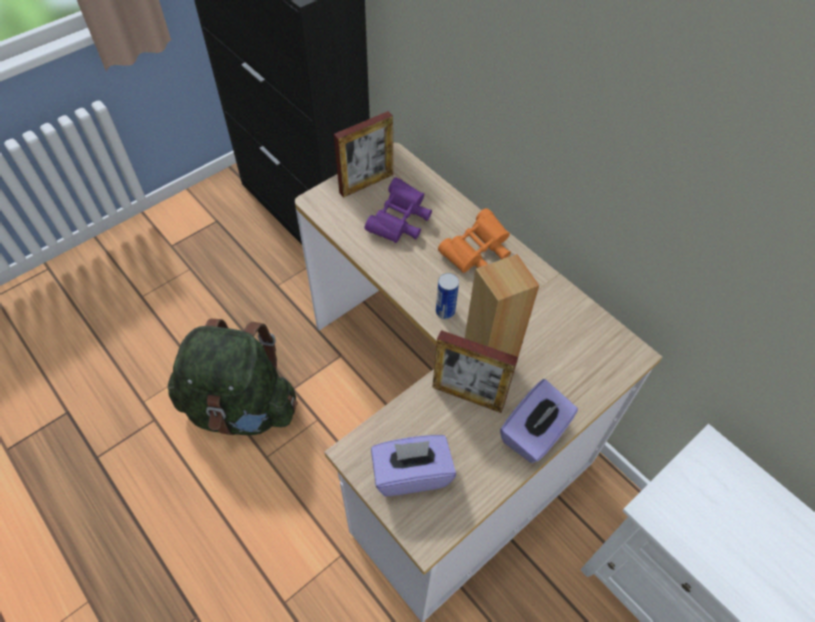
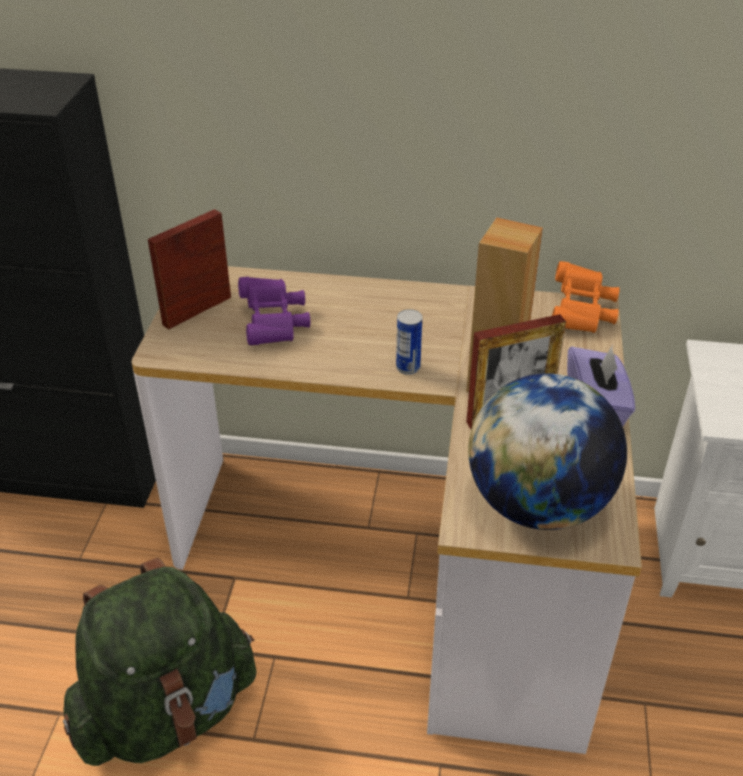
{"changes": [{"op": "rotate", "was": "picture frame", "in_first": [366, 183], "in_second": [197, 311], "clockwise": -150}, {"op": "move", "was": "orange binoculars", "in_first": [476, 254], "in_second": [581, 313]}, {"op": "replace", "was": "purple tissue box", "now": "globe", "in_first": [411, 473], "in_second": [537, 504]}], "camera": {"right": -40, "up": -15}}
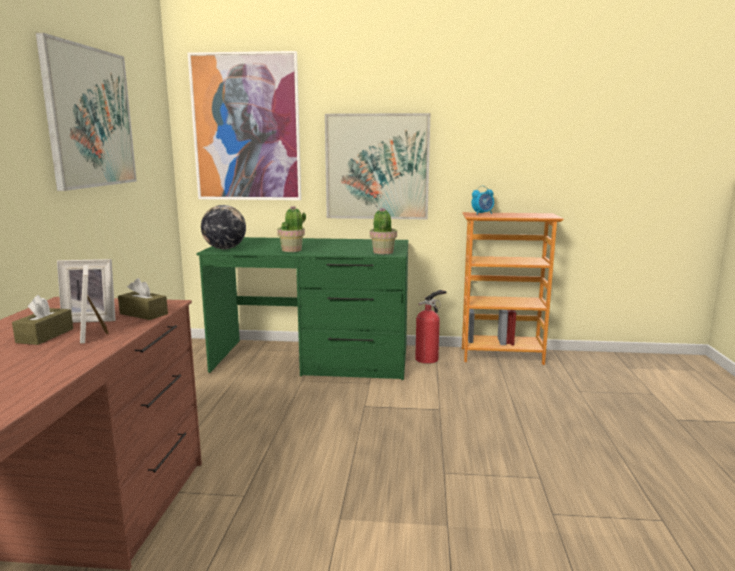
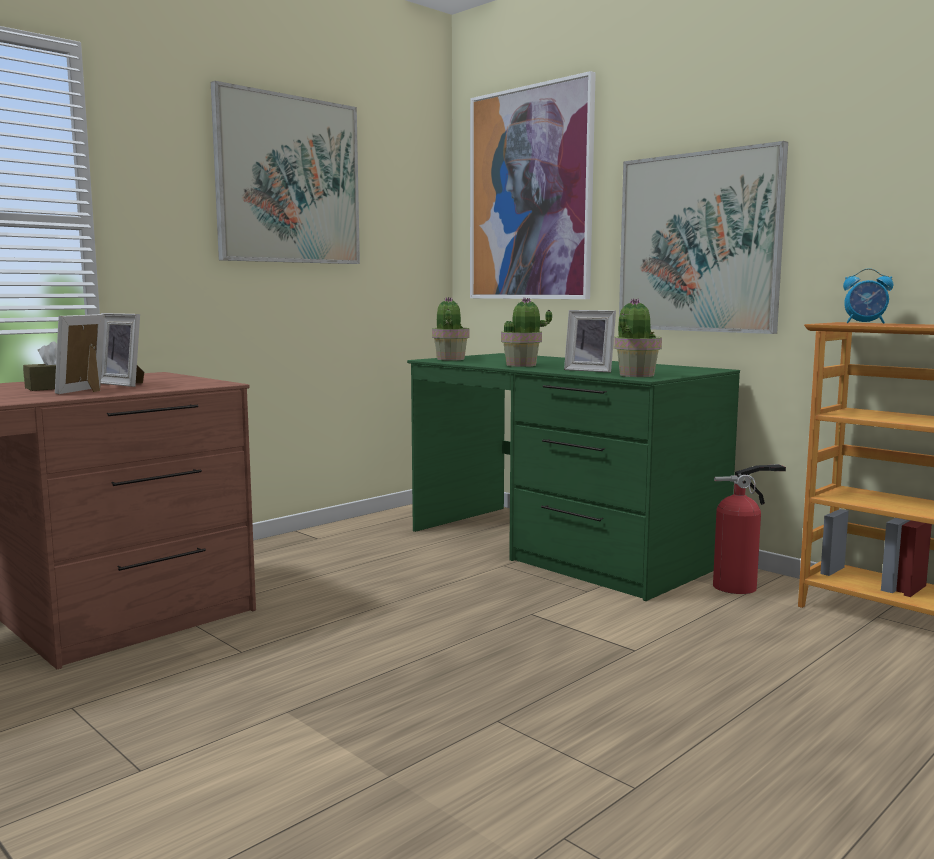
{"changes": [{"op": "replace", "was": "globe", "now": "potted plant", "in_first": [224, 248], "in_second": [450, 359]}, {"op": "delete", "was": "brown tissue box", "in_first": [143, 314]}, {"op": "insert", "now": "picture frame", "in_second": [590, 370]}], "camera": {"right": 40, "up": -5}}
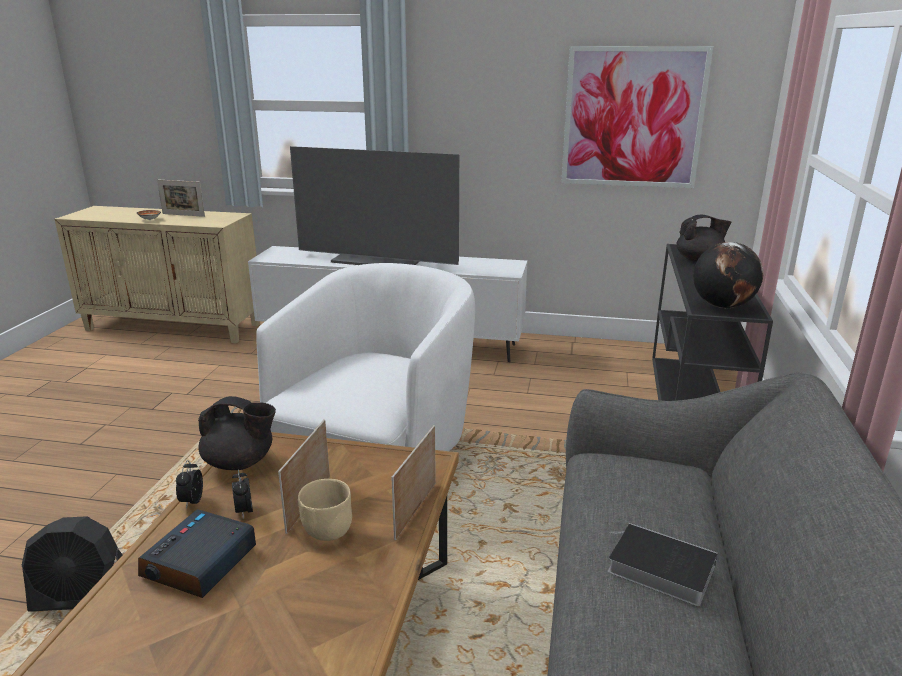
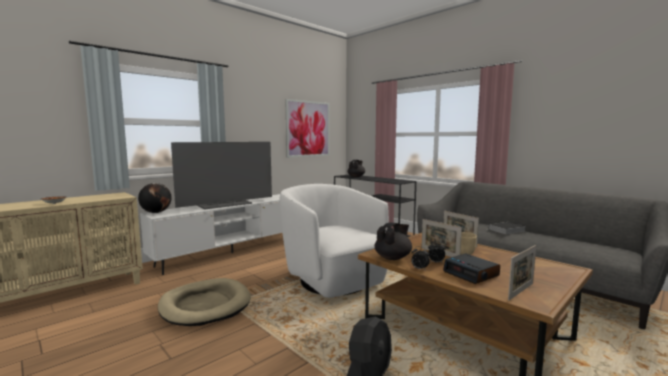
{"changes": [{"op": "move", "was": "picture frame", "in_first": [183, 215], "in_second": [521, 291]}, {"op": "move", "was": "globe", "in_first": [722, 306], "in_second": [156, 212]}, {"op": "insert", "now": "beige dog bed", "in_second": [205, 305]}], "camera": {"right": -55, "up": -15}}
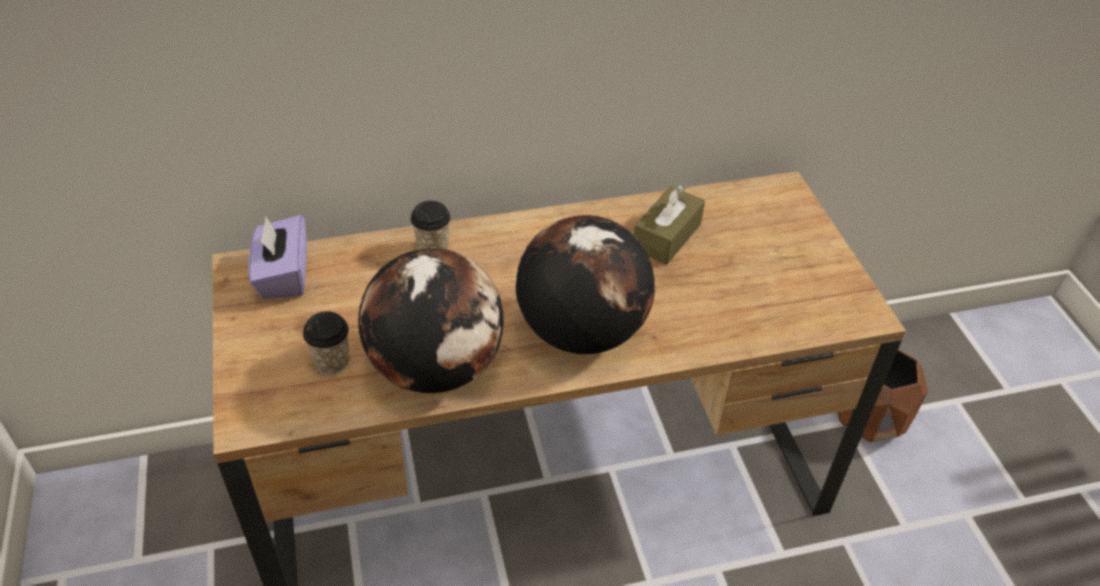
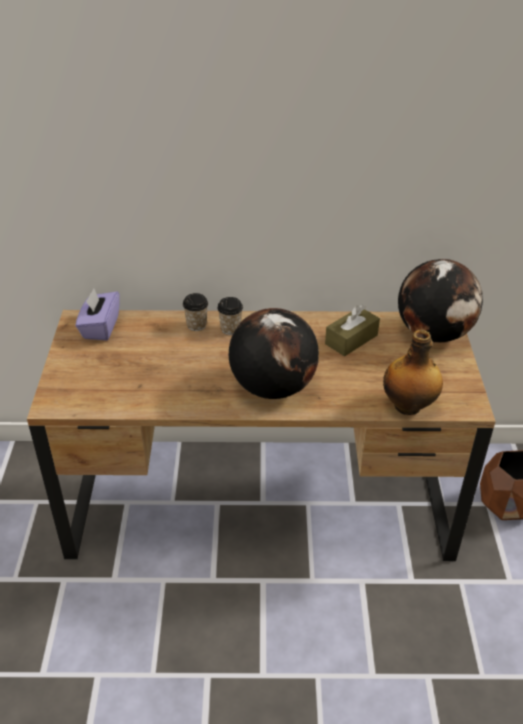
{"changes": [{"op": "move", "was": "globe", "in_first": [436, 367], "in_second": [433, 333]}, {"op": "move", "was": "cup", "in_first": [332, 362], "in_second": [230, 329]}, {"op": "insert", "now": "bottle", "in_second": [408, 406]}], "camera": {"right": 15, "up": -5}}
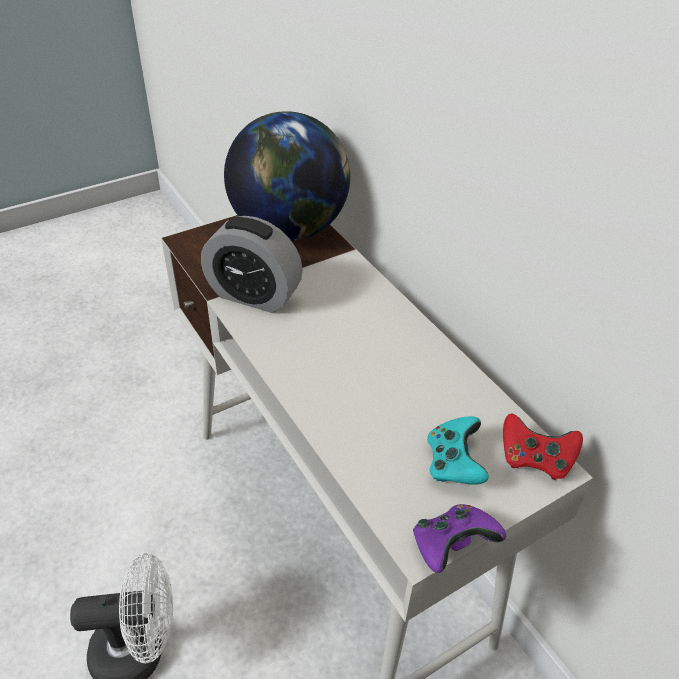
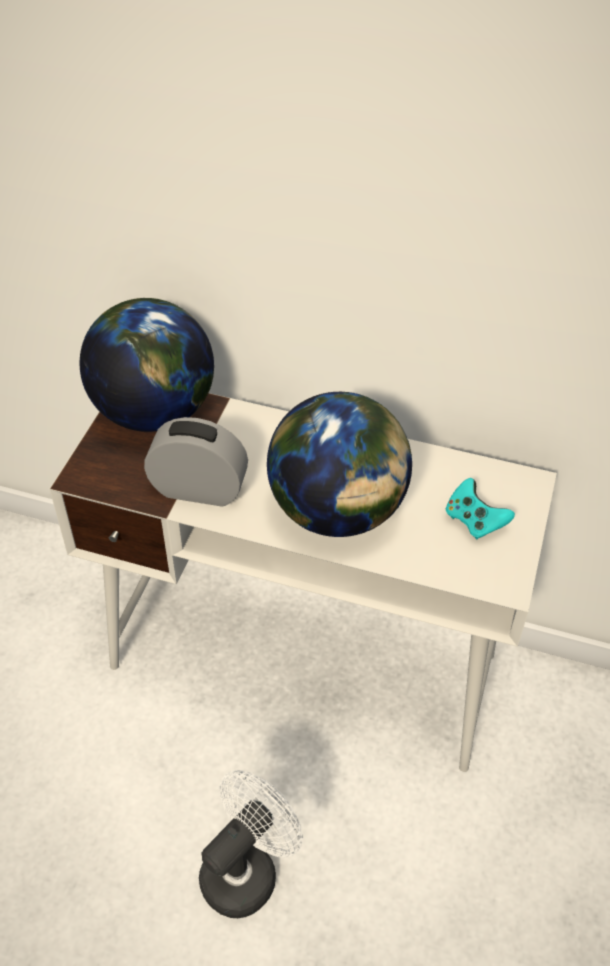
{"changes": [{"op": "rotate", "was": "alarm clock", "in_first": [253, 295], "in_second": [199, 489], "clockwise": -150}, {"op": "delete", "was": "red game controller", "in_first": [534, 459]}, {"op": "delete", "was": "purple game controller", "in_first": [451, 546]}, {"op": "insert", "now": "globe", "in_second": [338, 511]}], "camera": {"right": -40, "up": 5}}
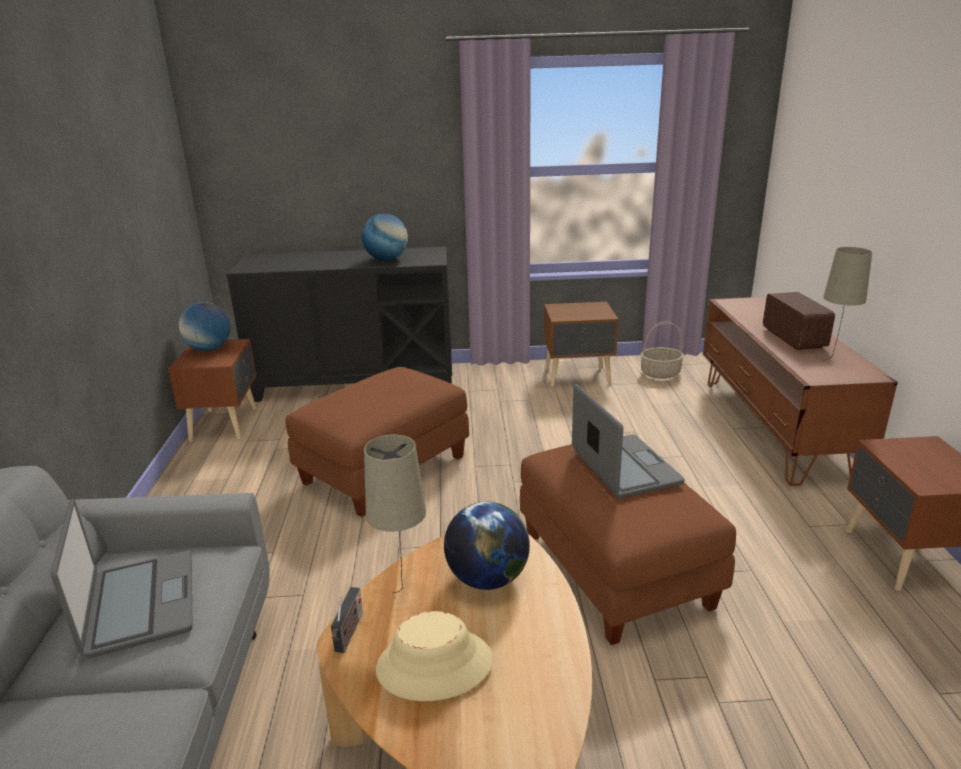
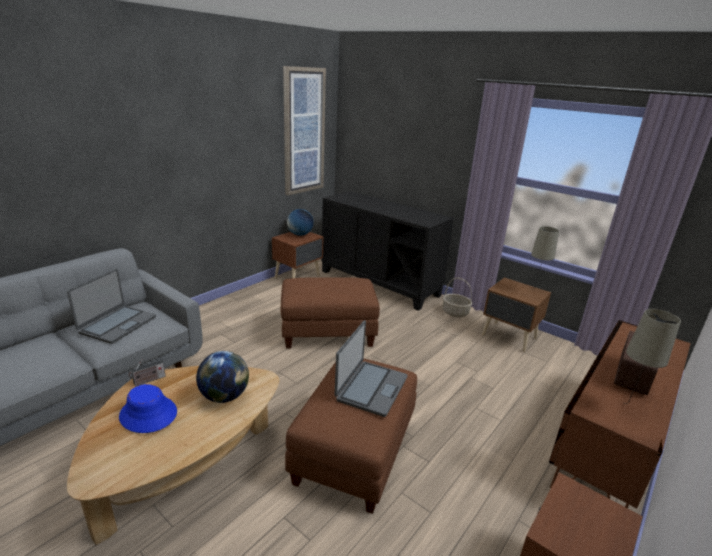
{"changes": [{"op": "delete", "was": "globe", "in_first": [386, 259]}, {"op": "move", "was": "basket", "in_first": [660, 373], "in_second": [455, 312]}, {"op": "move", "was": "beige table lamp", "in_first": [404, 598], "in_second": [534, 291]}, {"op": "recolor", "was": "beige hat", "now": "blue hat", "in_first": [434, 665], "in_second": [148, 414]}, {"op": "insert", "now": "picture", "in_second": [303, 132]}], "camera": {"right": 40, "up": 0}}
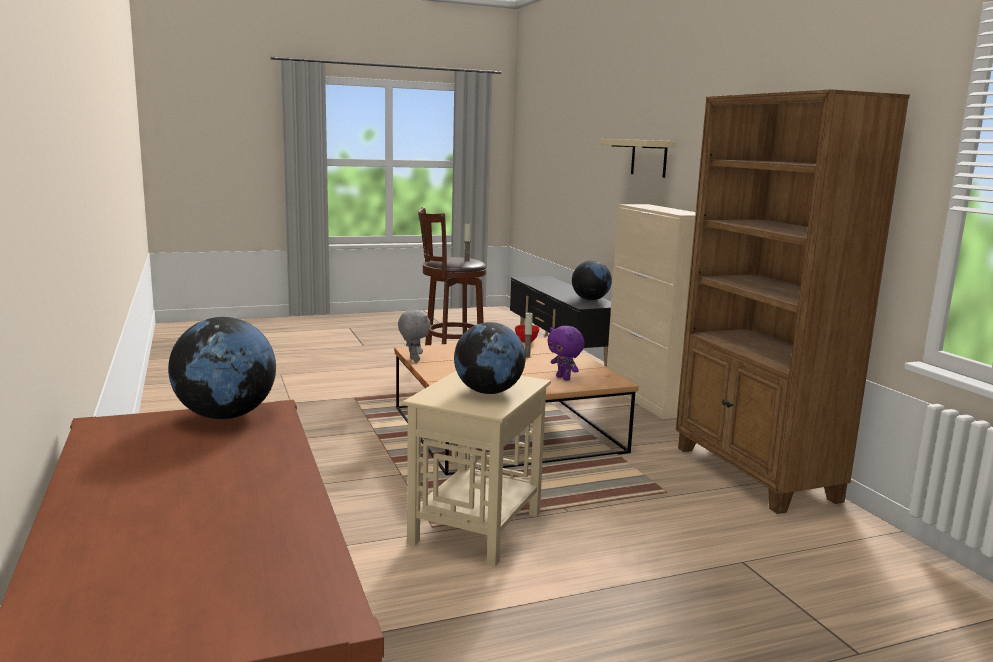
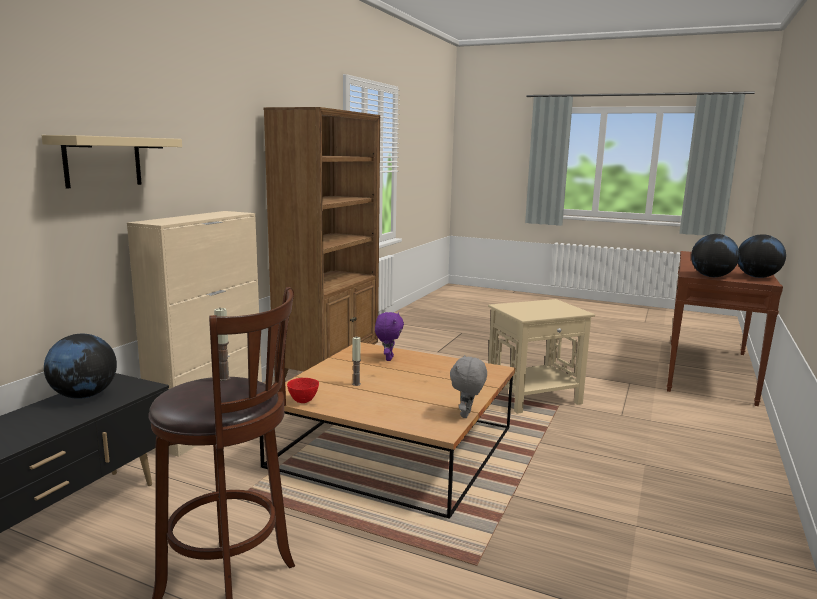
{"changes": [{"op": "move", "was": "globe", "in_first": [488, 392], "in_second": [757, 277]}], "camera": {"right": -135, "up": 0}}
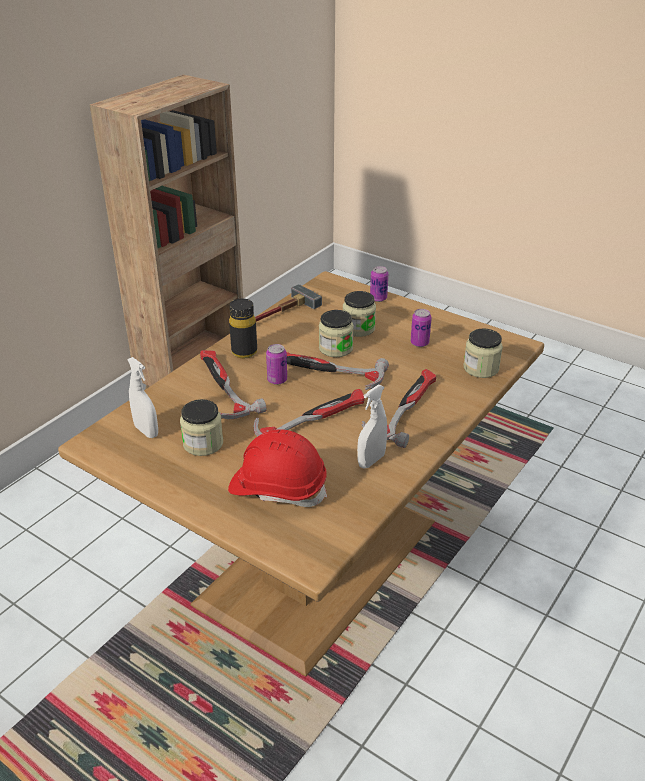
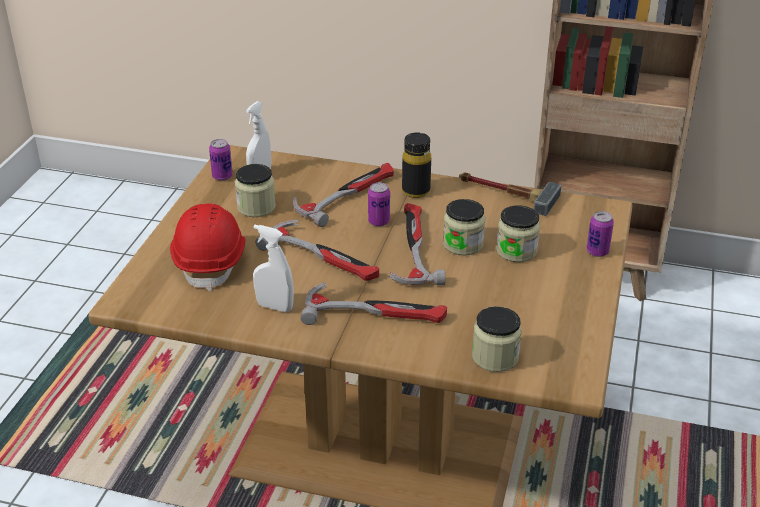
{"changes": [{"op": "move", "was": "can", "in_first": [419, 343], "in_second": [222, 176]}], "camera": {"right": 70, "up": 0}}
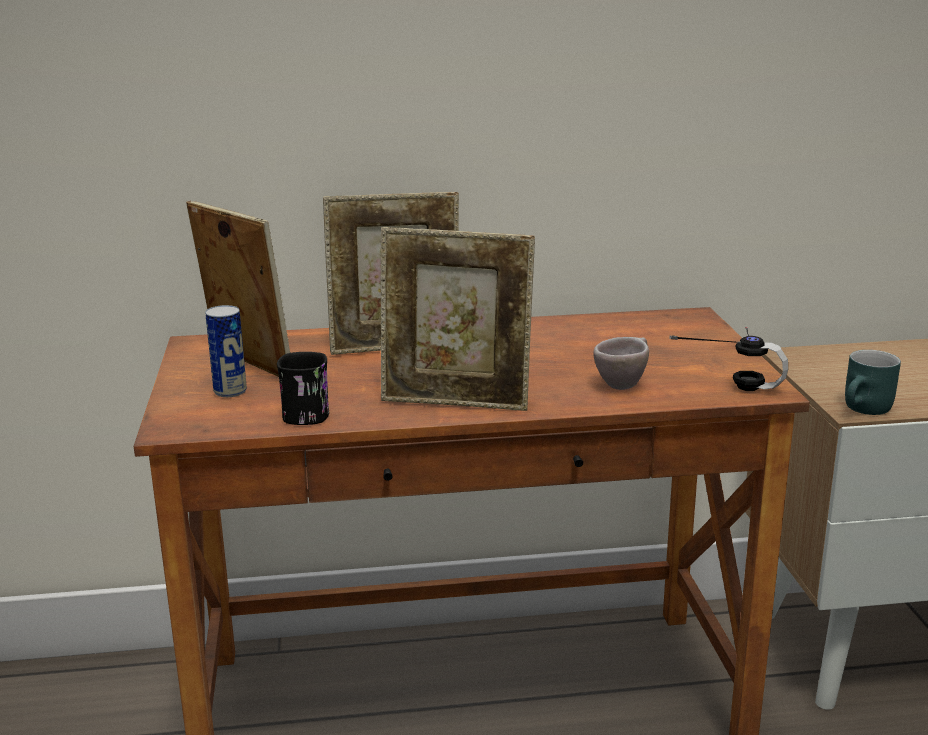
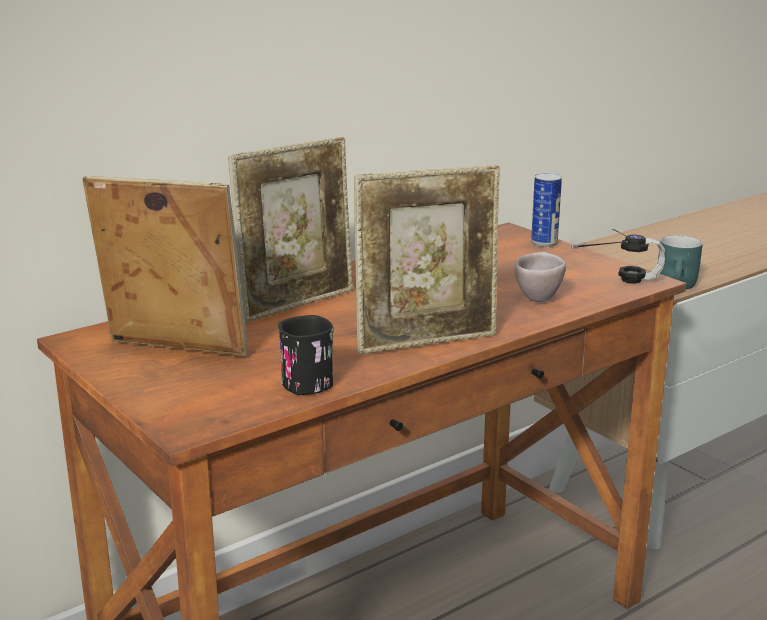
{"changes": [{"op": "move", "was": "can", "in_first": [230, 391], "in_second": [544, 243]}], "camera": {"right": -30, "up": 0}}
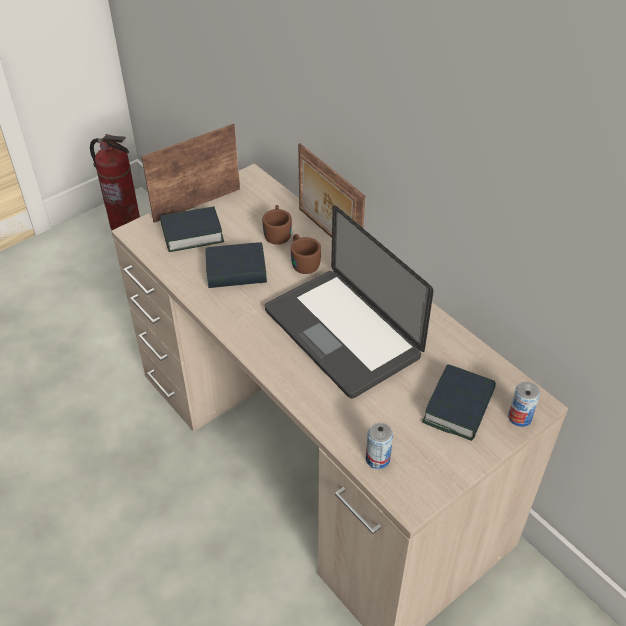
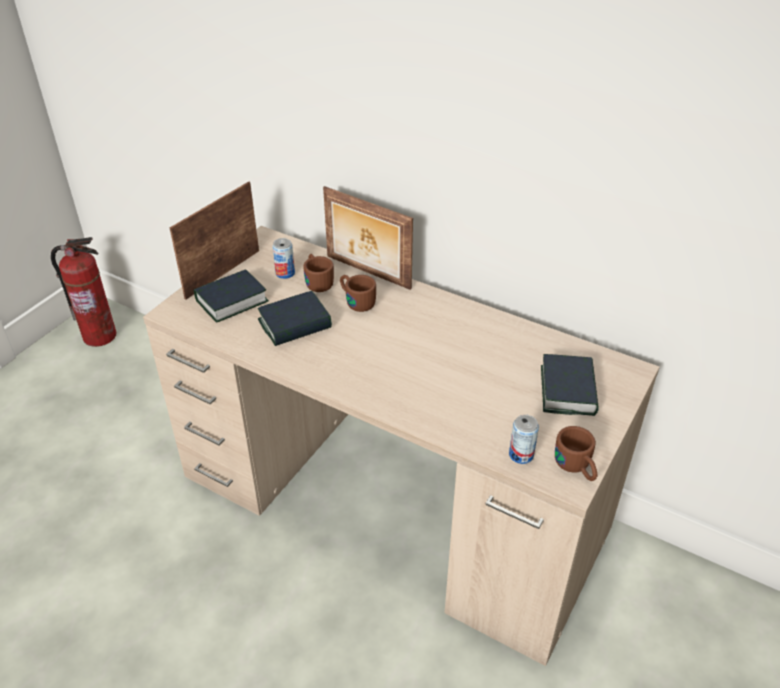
{"changes": [{"op": "delete", "was": "laptop", "in_first": [341, 333]}, {"op": "move", "was": "can", "in_first": [519, 417], "in_second": [285, 273]}, {"op": "insert", "now": "brown mug", "in_second": [576, 468]}], "camera": {"right": -20, "up": -5}}
